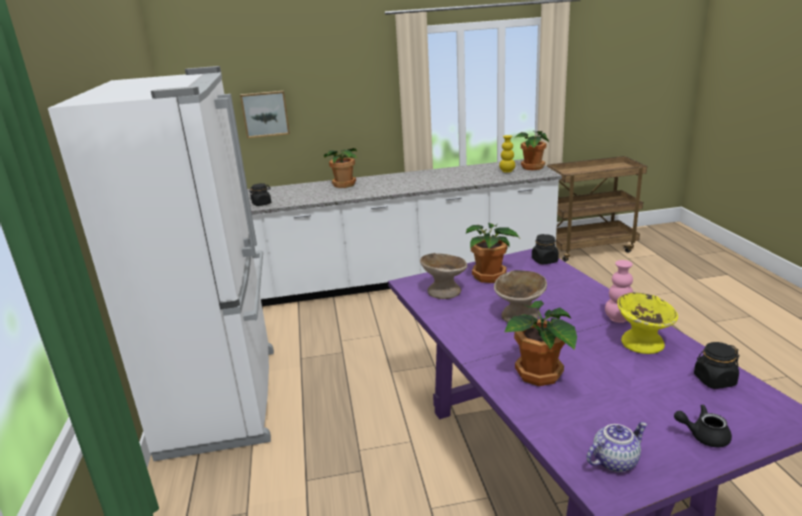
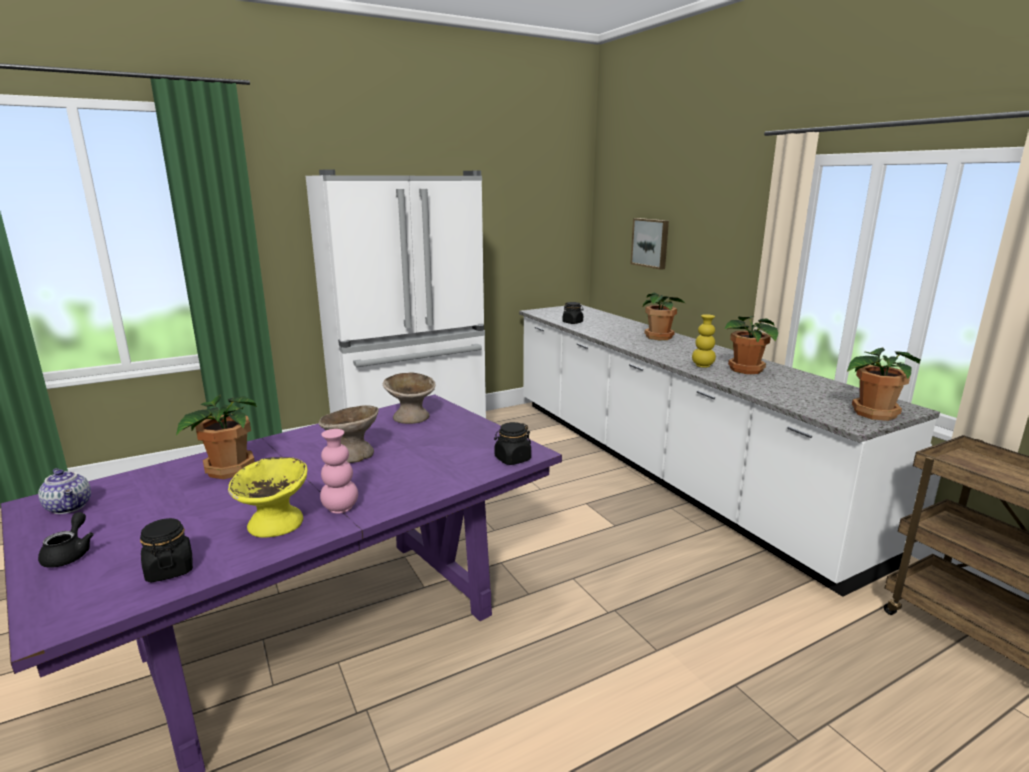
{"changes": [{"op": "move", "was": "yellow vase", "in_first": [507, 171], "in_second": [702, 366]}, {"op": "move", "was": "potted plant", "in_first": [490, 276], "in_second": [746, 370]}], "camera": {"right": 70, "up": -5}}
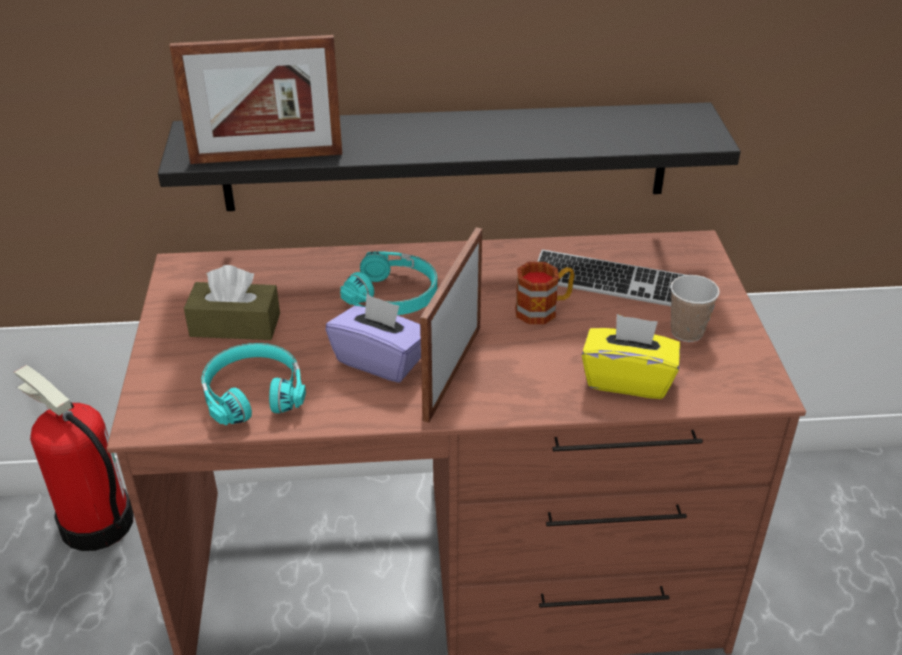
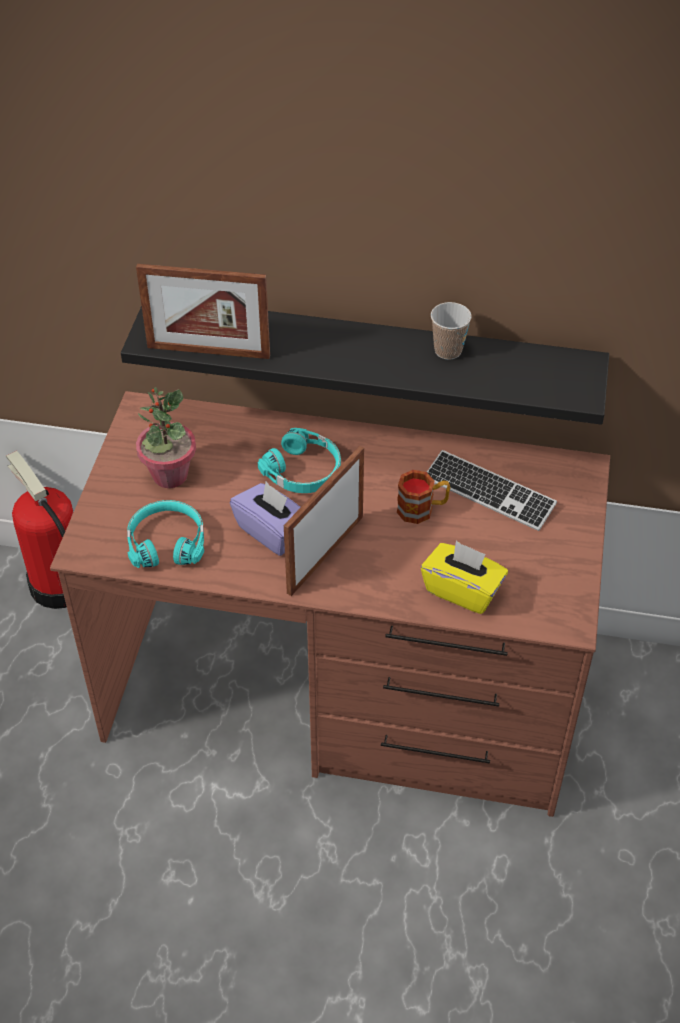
{"changes": [{"op": "replace", "was": "brown tissue box", "now": "potted plant", "in_first": [235, 325], "in_second": [169, 475]}, {"op": "move", "was": "cup", "in_first": [687, 332], "in_second": [448, 350]}], "camera": {"right": 15, "up": 10}}
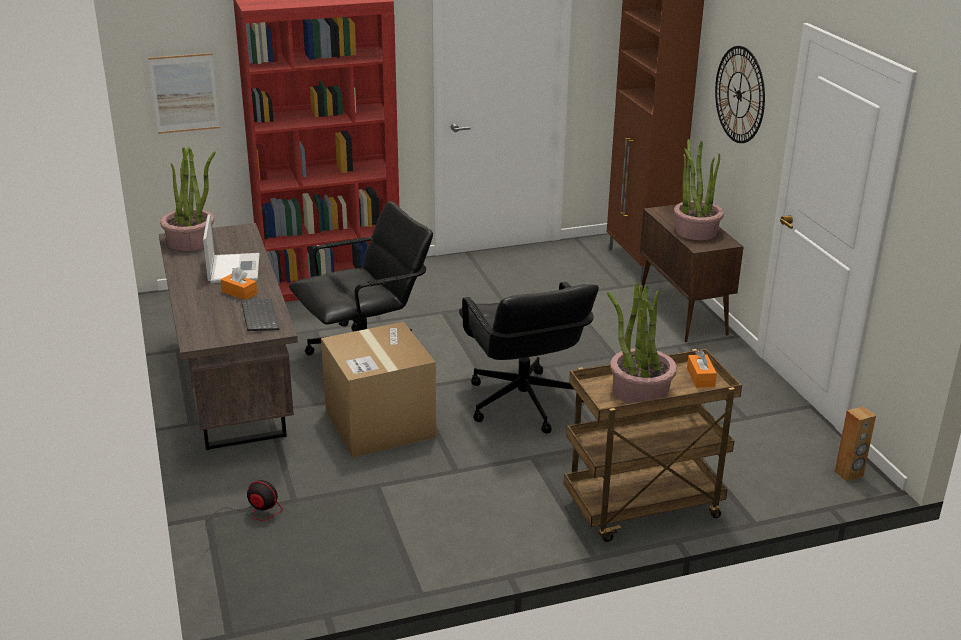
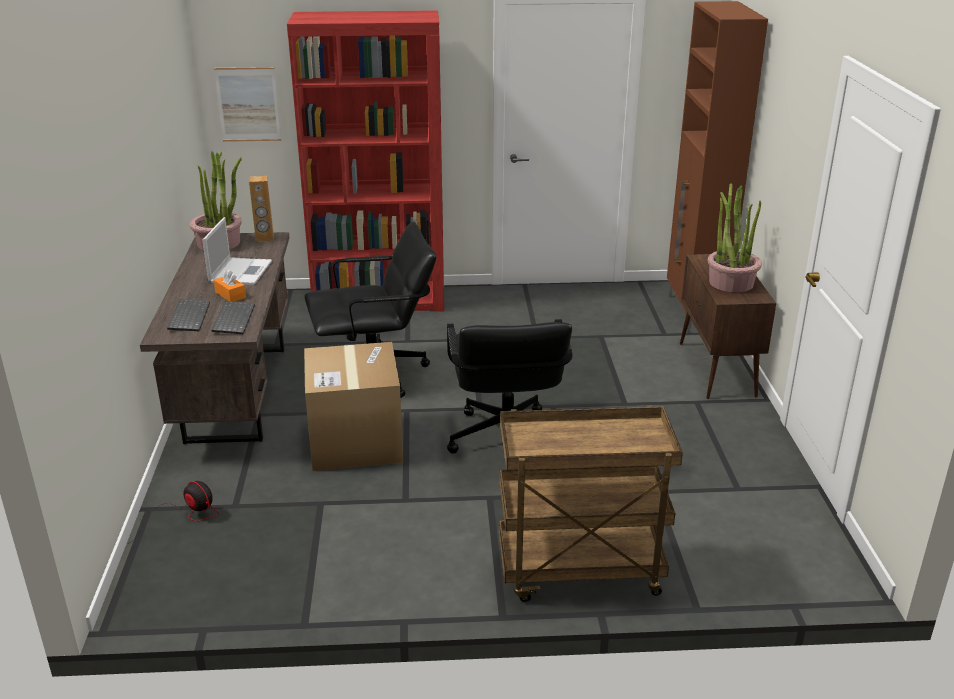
{"changes": [{"op": "delete", "was": "wall clock", "in_first": [739, 94]}, {"op": "delete", "was": "potted plant", "in_first": [640, 391]}, {"op": "delete", "was": "orange tissue box", "in_first": [700, 377]}, {"op": "move", "was": "brown speaker", "in_first": [849, 474], "in_second": [264, 238]}, {"op": "insert", "now": "keyboard", "in_second": [188, 316]}], "camera": {"right": 15, "up": 0}}
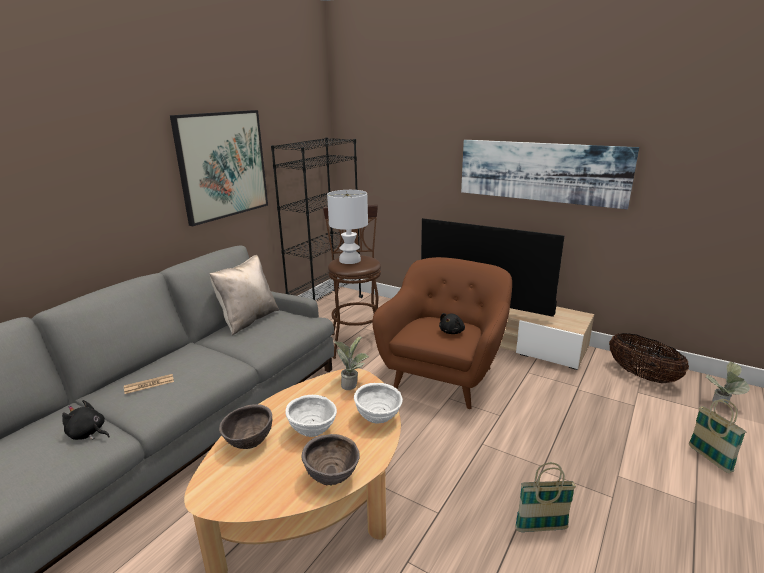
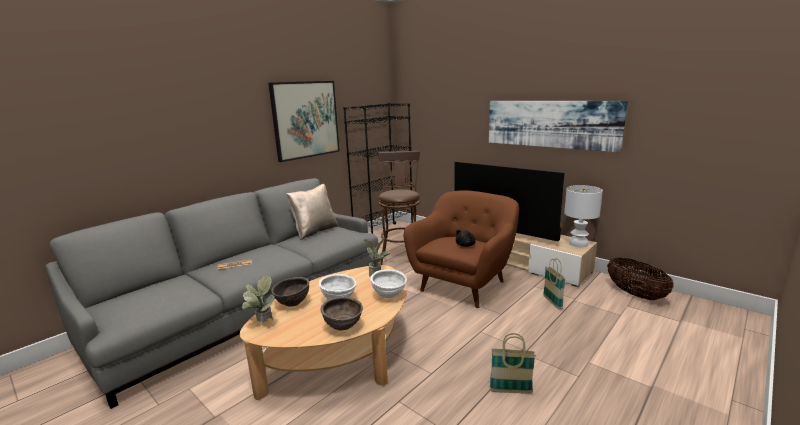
{"changes": [{"op": "move", "was": "white table lamp", "in_first": [350, 260], "in_second": [578, 244]}, {"op": "move", "was": "potted plant", "in_first": [721, 405], "in_second": [262, 324]}, {"op": "move", "was": "basket", "in_first": [709, 458], "in_second": [552, 302]}, {"op": "delete", "was": "black plush toy", "in_first": [88, 434]}], "camera": {"right": 10, "up": -5}}
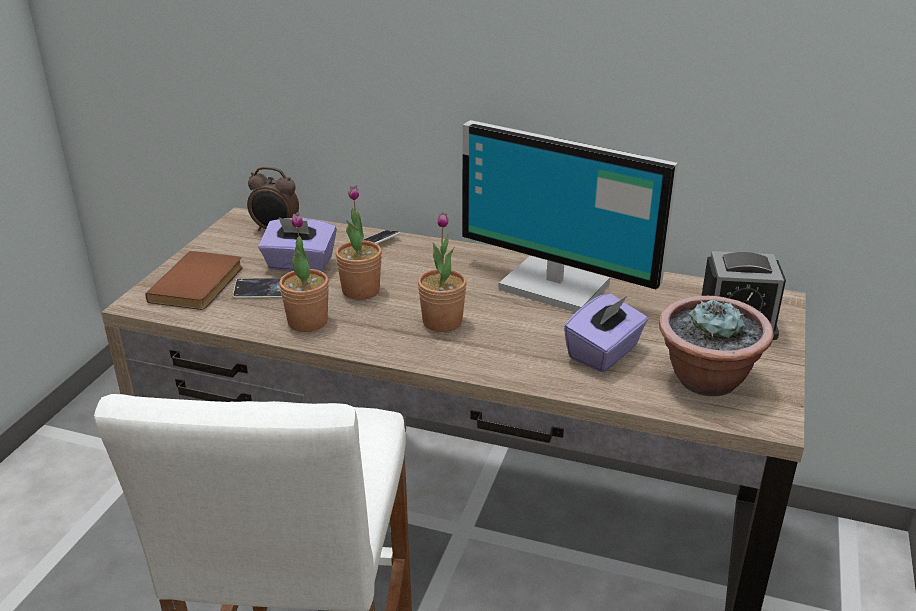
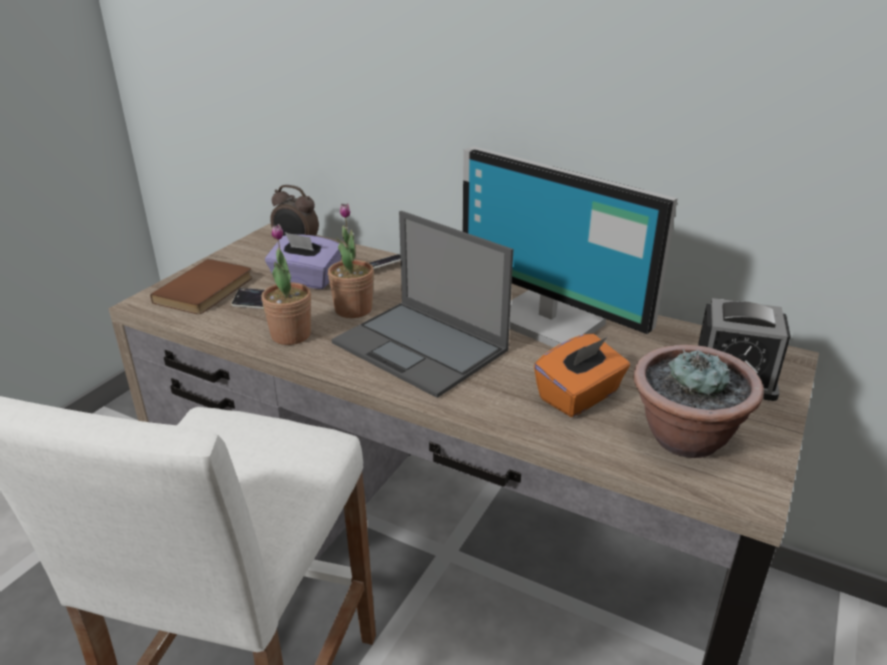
{"changes": [{"op": "replace", "was": "potted plant", "now": "laptop", "in_first": [442, 322], "in_second": [421, 347]}, {"op": "recolor", "was": "purple tissue box", "now": "orange tissue box", "in_first": [604, 353], "in_second": [579, 396]}], "camera": {"right": 10, "up": 0}}
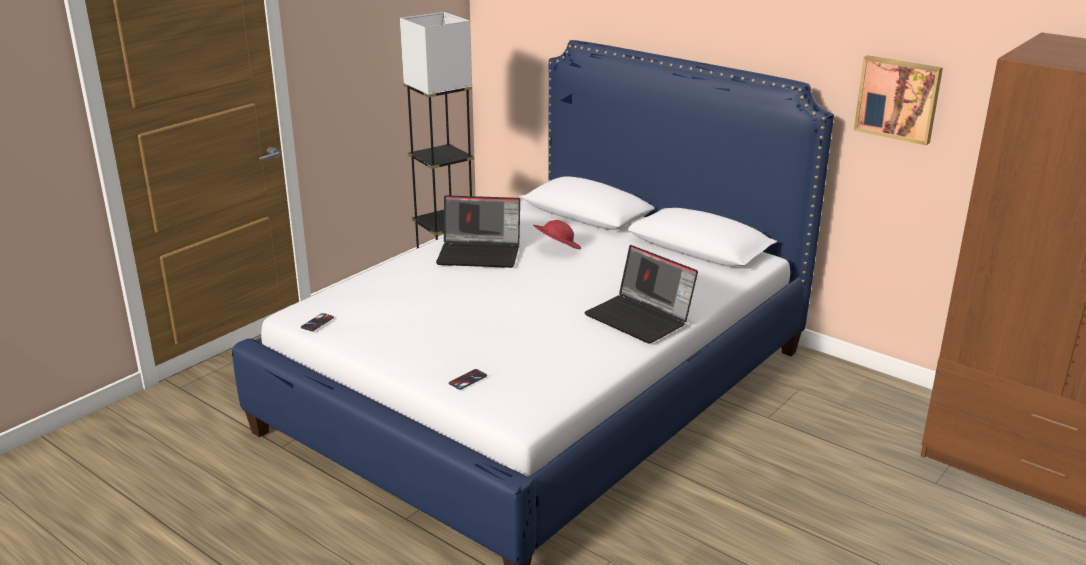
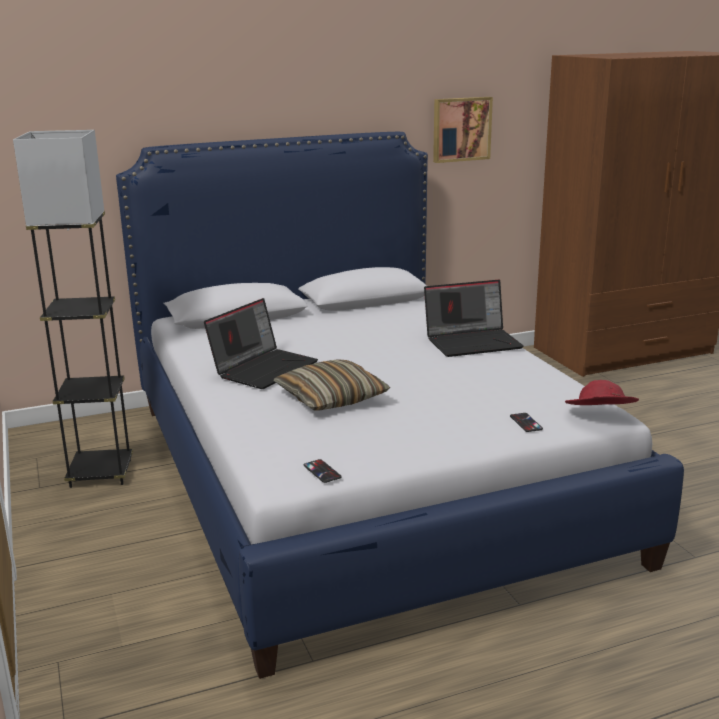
{"changes": [{"op": "move", "was": "red hat", "in_first": [556, 248], "in_second": [599, 417]}, {"op": "insert", "now": "pillow", "in_second": [331, 398]}], "camera": {"right": -60, "up": -5}}
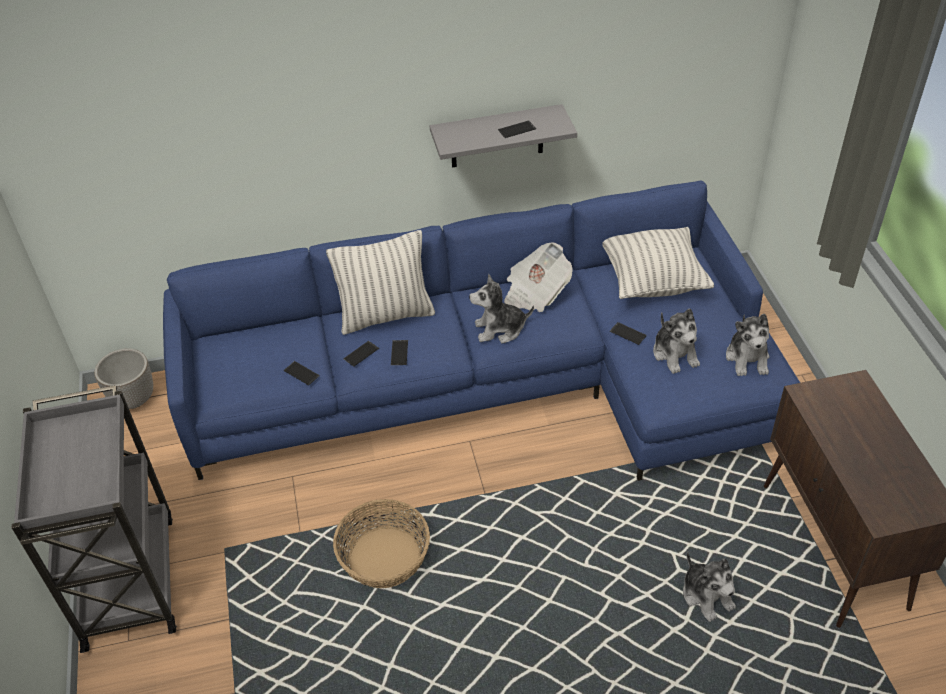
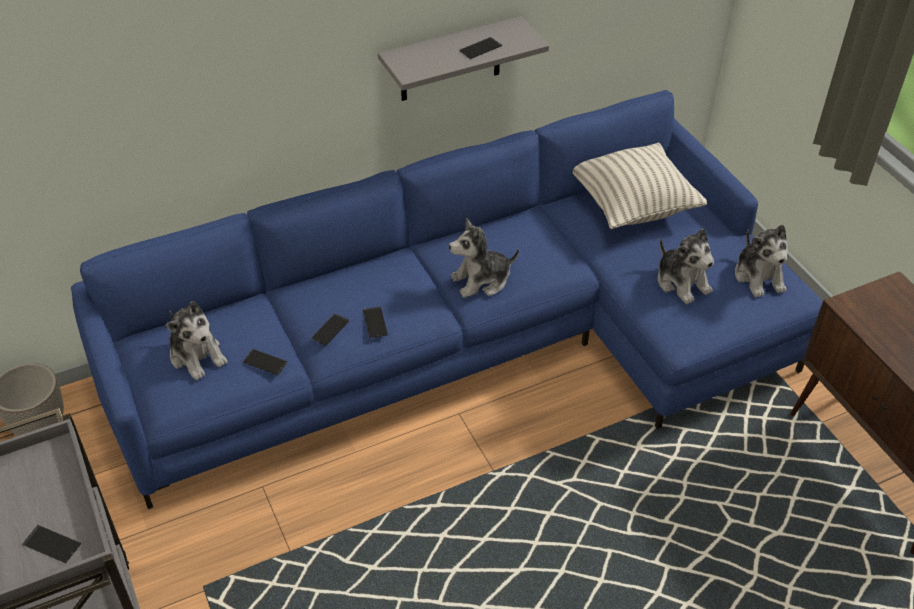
{"changes": [{"op": "delete", "was": "pillow", "in_first": [386, 316]}, {"op": "delete", "was": "newspaper", "in_first": [535, 292]}, {"op": "move", "was": "phone", "in_first": [628, 333], "in_second": [52, 544]}, {"op": "delete", "was": "basket", "in_first": [385, 557]}, {"op": "move", "was": "plush toy", "in_first": [707, 595], "in_second": [197, 355]}], "camera": {"right": -15, "up": 0}}
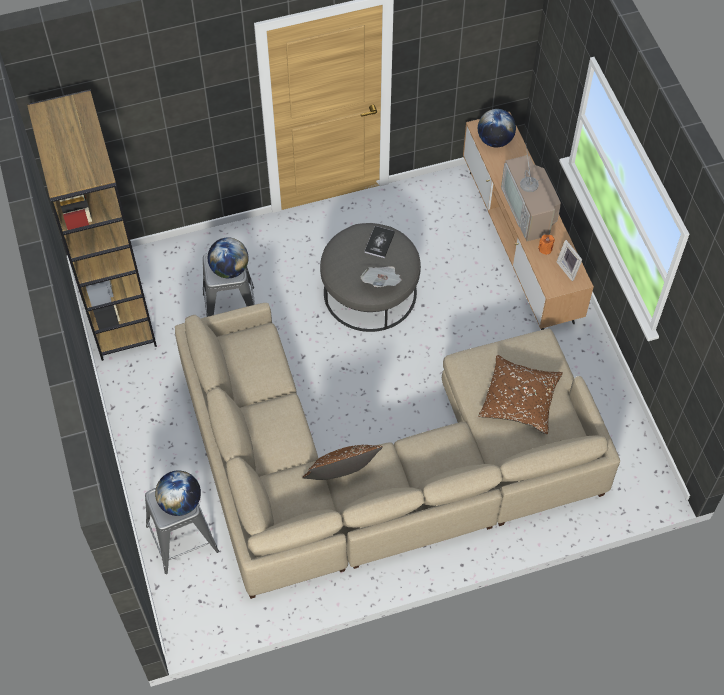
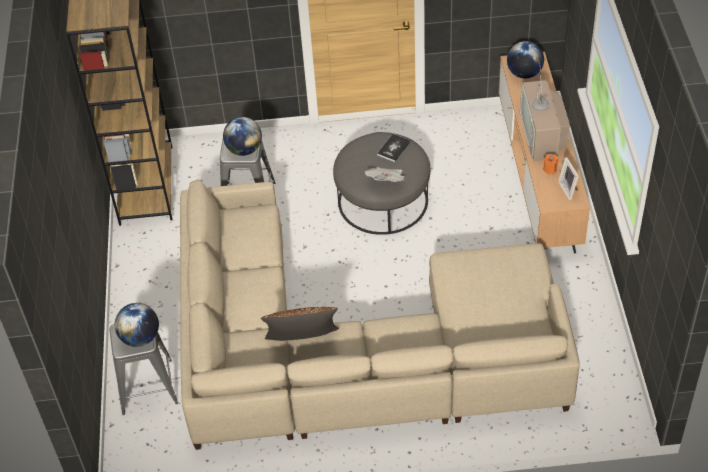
{"changes": [{"op": "delete", "was": "brown pillow", "in_first": [520, 400]}], "camera": {"right": 15, "up": -10}}
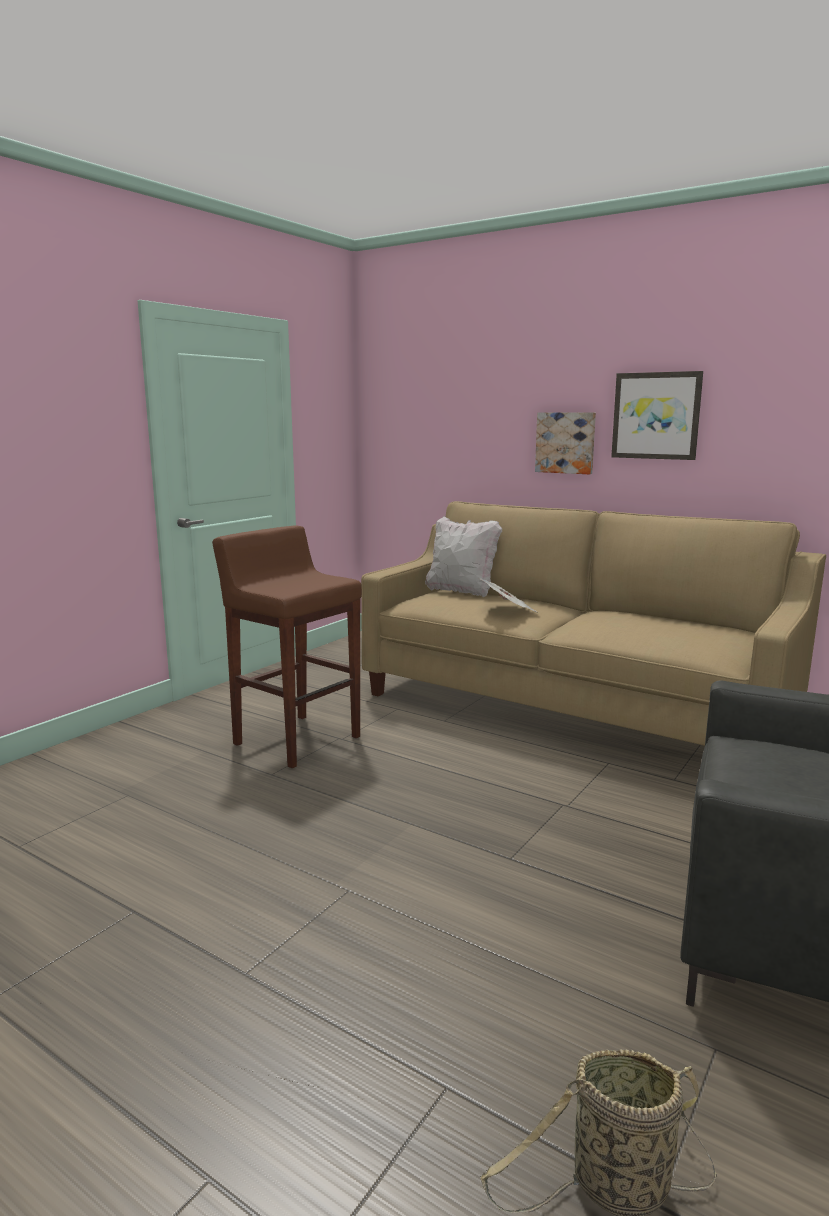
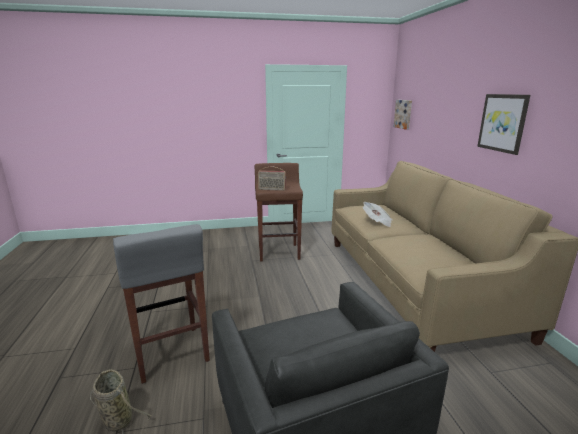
{"changes": [{"op": "move", "was": "picture", "in_first": [566, 442], "in_second": [403, 114]}, {"op": "delete", "was": "white pillow", "in_first": [461, 591]}, {"op": "insert", "now": "radio", "in_second": [271, 189]}, {"op": "insert", "now": "grey stool", "in_second": [170, 354]}], "camera": {"right": 45, "up": 5}}
